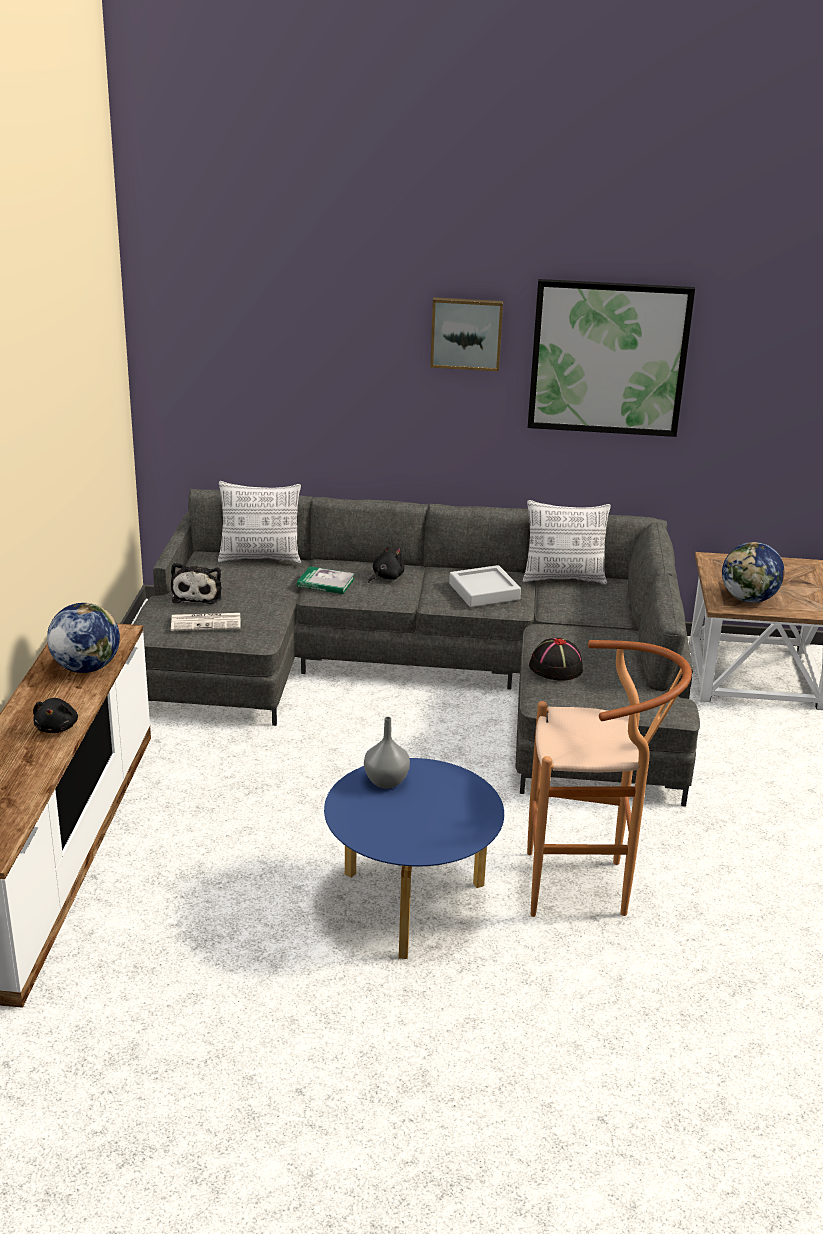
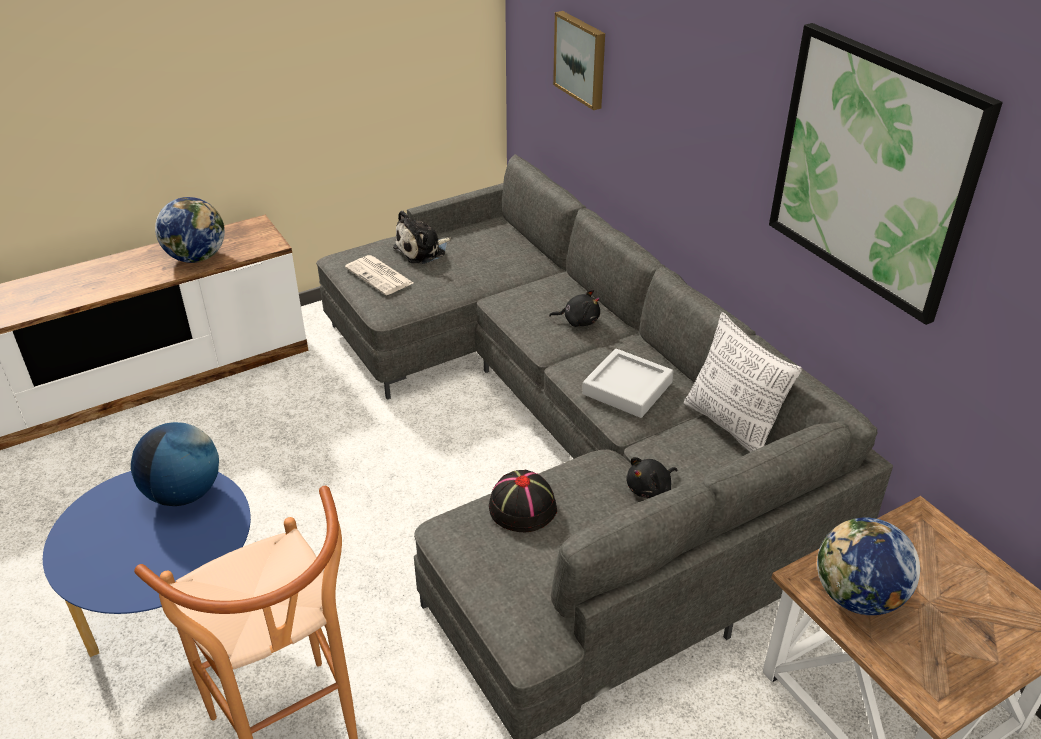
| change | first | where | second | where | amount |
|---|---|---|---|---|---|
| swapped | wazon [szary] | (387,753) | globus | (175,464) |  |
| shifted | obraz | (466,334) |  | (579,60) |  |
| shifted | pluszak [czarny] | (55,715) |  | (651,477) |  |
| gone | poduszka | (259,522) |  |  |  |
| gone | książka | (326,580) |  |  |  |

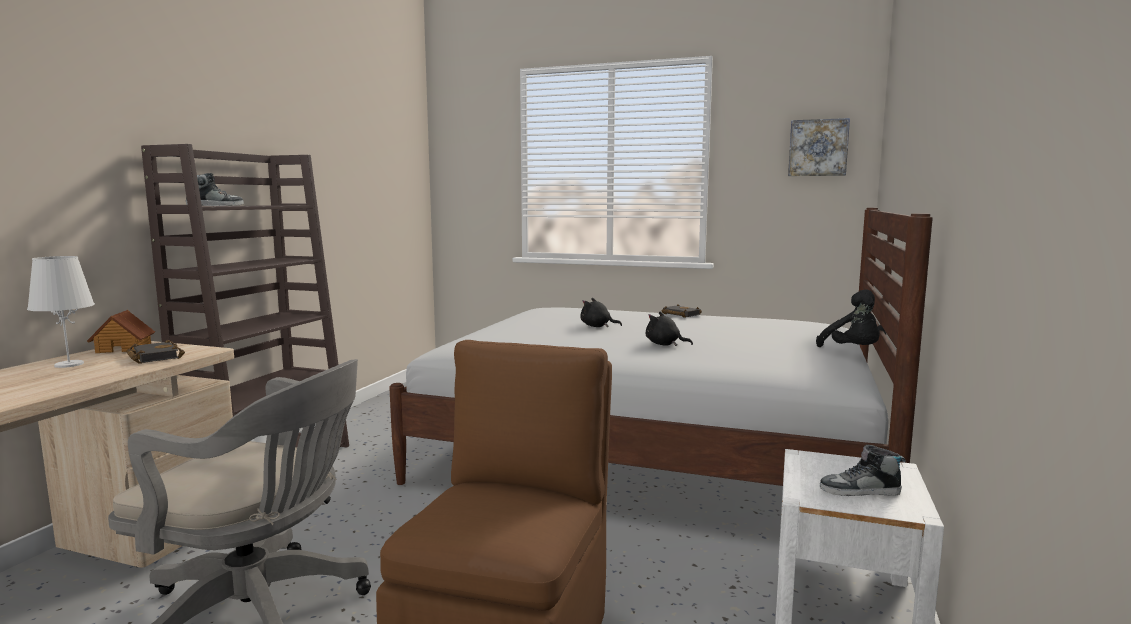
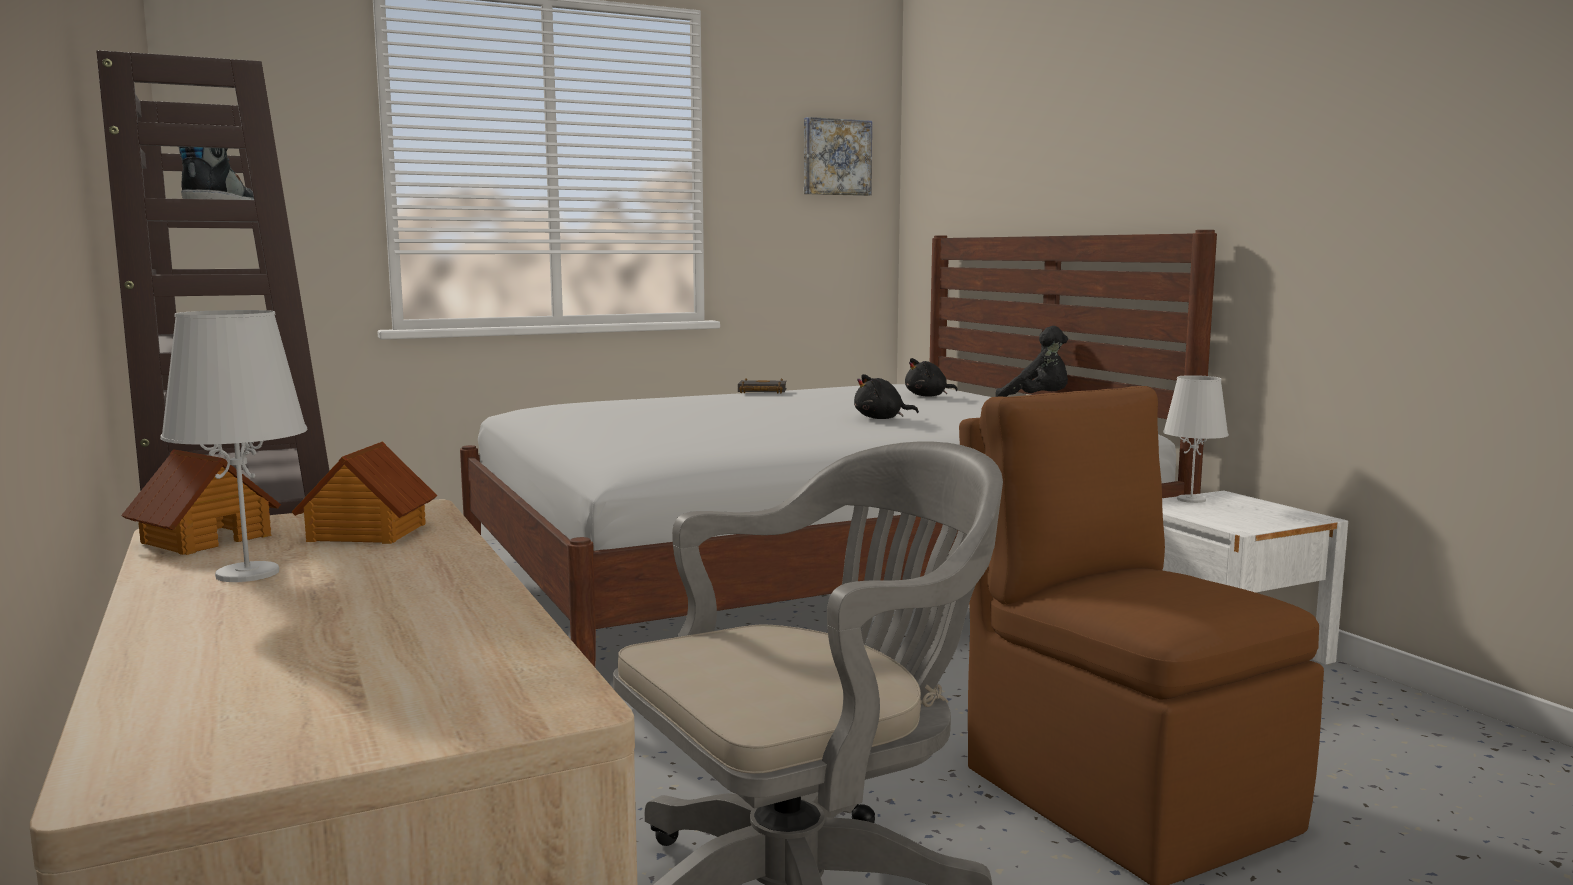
| change | first | where | second | where | amount |
|---|---|---|---|---|---|
| swapped | książka [czarny] | (156,352) | domek | (364,492) |  |
| shifted | pluszak [czarny] | (601,312) |  | (931,377) |  |
| new |  |  | lampa stołowa [biały] | (1196,439) |  |
| gone | but | (863,470) |  |  |  |

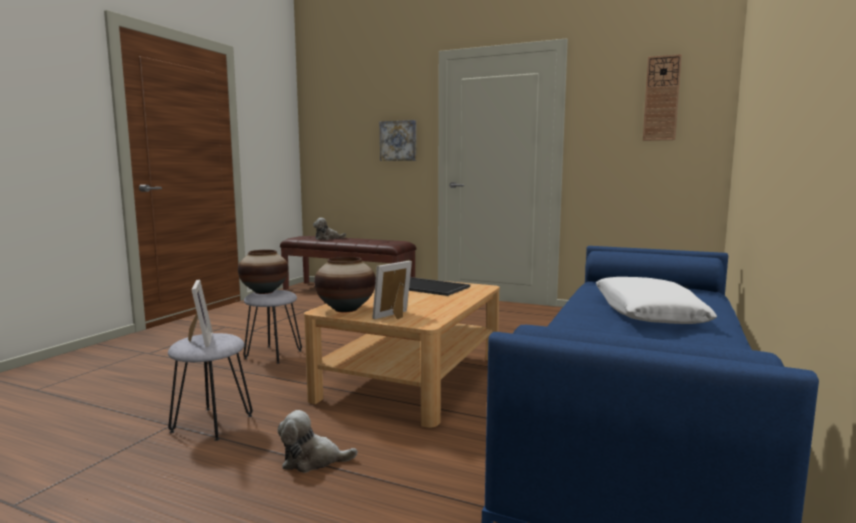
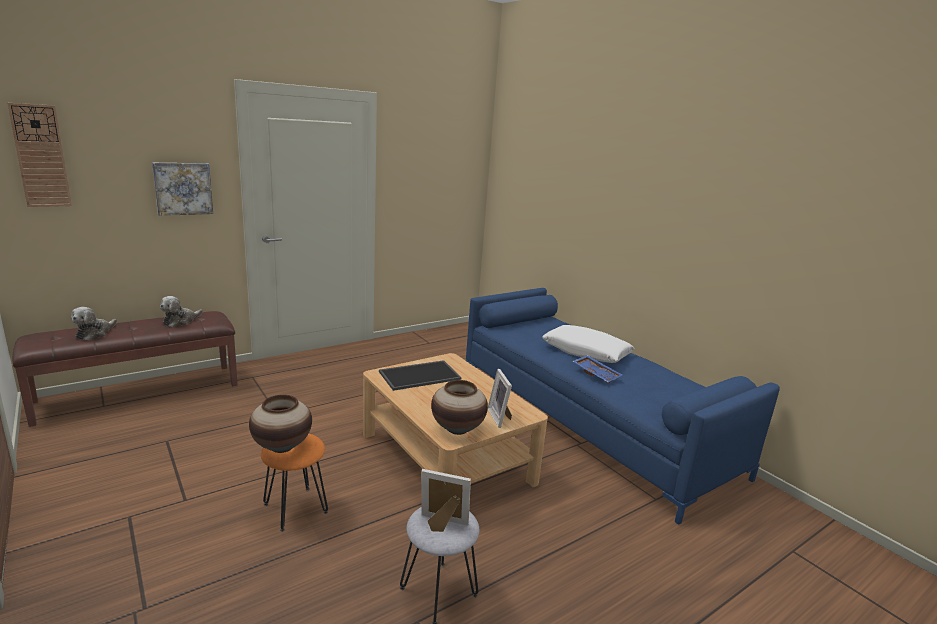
| change | first | where | second | where | amount |
|---|---|---|---|---|---|
| shifted | zegar ścienny | (662,97) |  | (39,155) |  |
| shifted | pluszak | (318,441) |  | (181,311) |  |
| repainted | stołek [szary] | (272,327) | stołek [pomarańczowy] | (294,482) |  |
| new |  |  | taca [niebieski] | (597,369) |  |

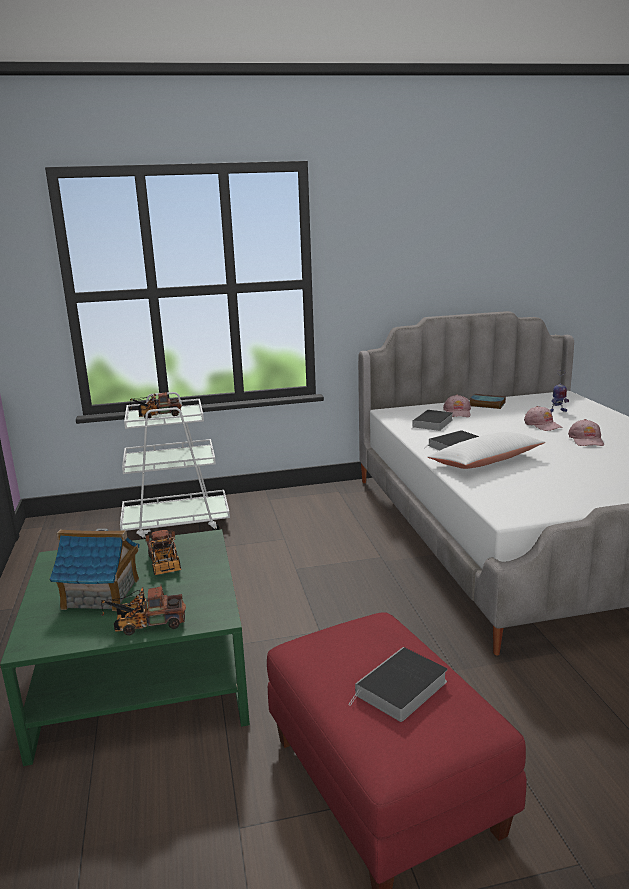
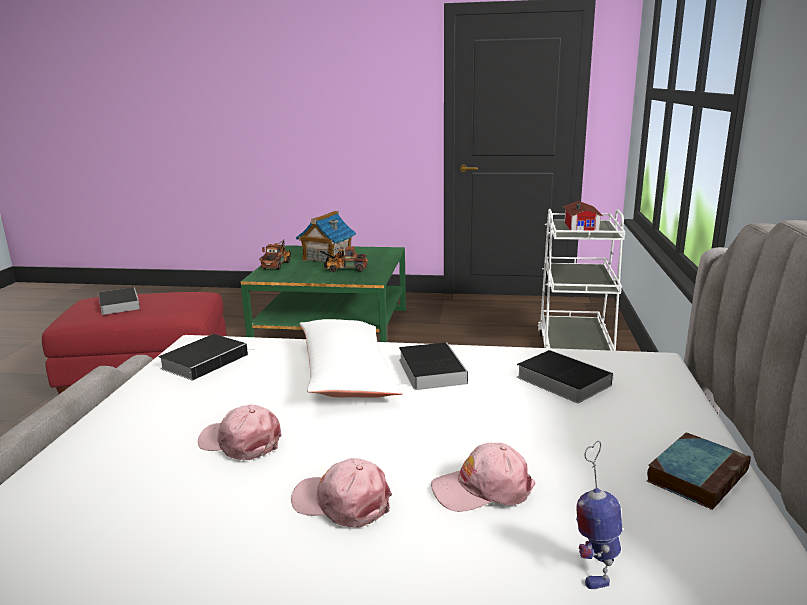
| change | first | where | second | where | amount |
|---|---|---|---|---|---|
| new |  |  | książka | (206,357) |  |
| shifted | czapka z daszkiem [różowy] | (457,406) |  | (239,432) |  |
| swapped | ciężarówka zabawkowa | (156,405) | domek | (583,216) |  |

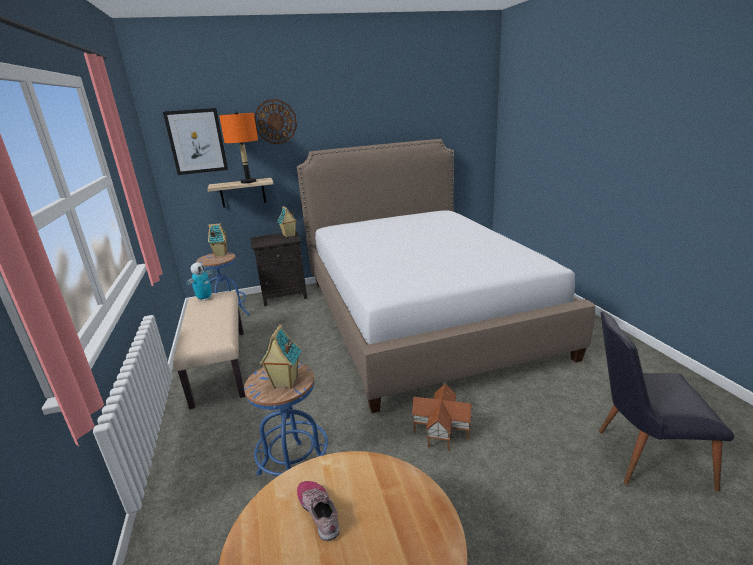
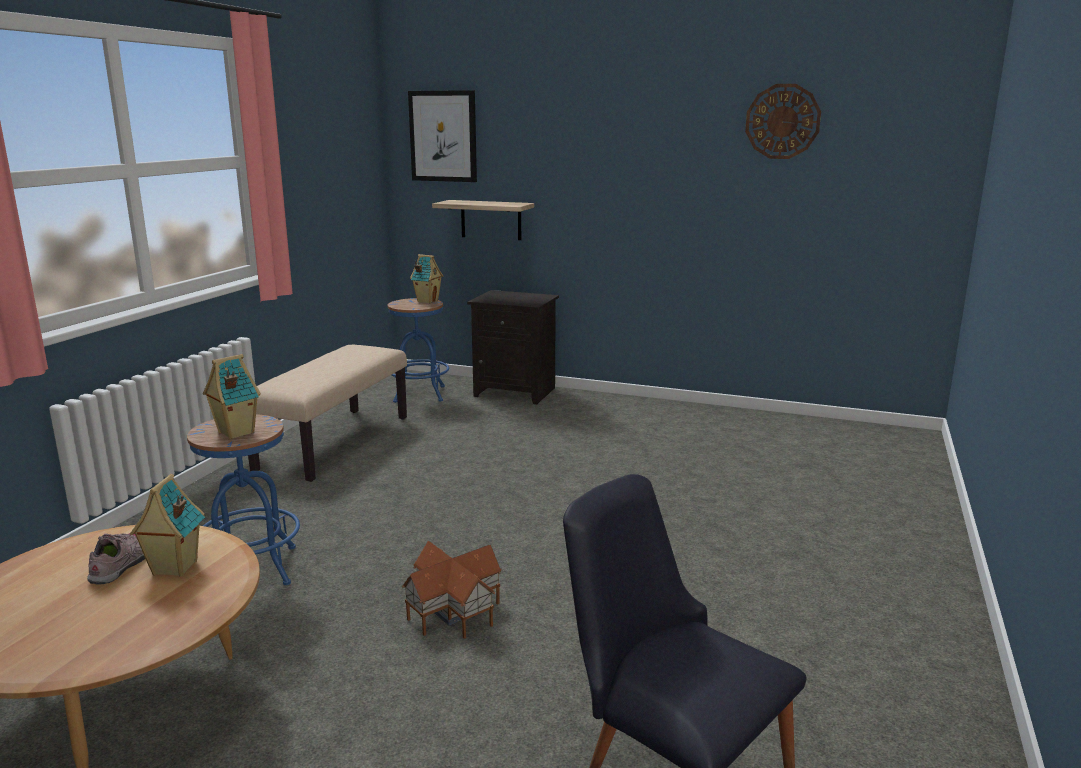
| change | first | where | second | where | amount |
|---|---|---|---|---|---|
| shifted | domek | (287,222) |  | (167,525) |  |
| shifted | zegar ścienny | (275,121) |  | (783,121) |  |
| gone | robot zabawkowy | (199,281) |  |  |  |
| gone | lampa stołowa [pomarańczowy] | (238,147) |  |  |  |
| gone | łóżko | (446,276) |  |  |  |

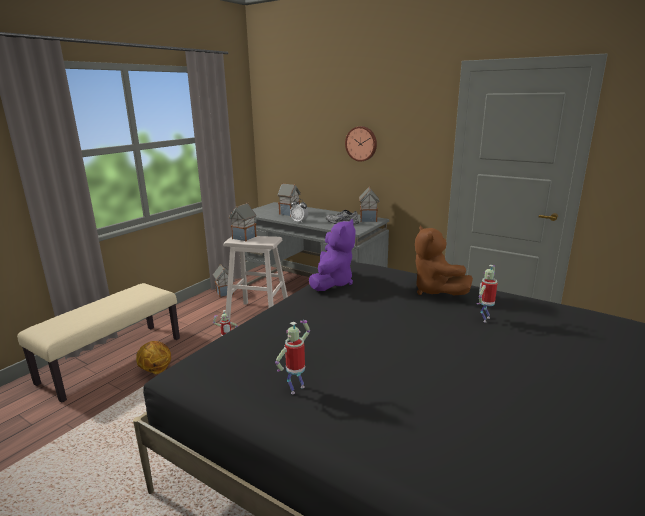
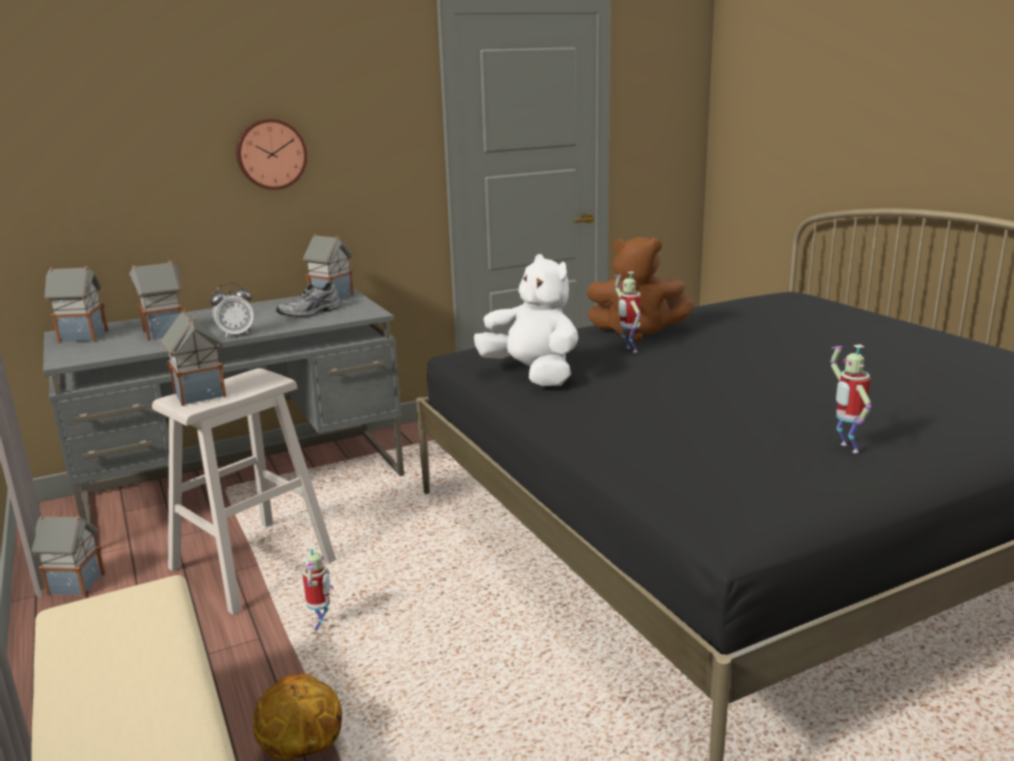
| change | first | where | second | where | amount |
|---|---|---|---|---|---|
| new |  |  | domek | (76,304) |  |
| repainted | pluszak [fioletowy] | (332,255) | pluszak [biały] | (526,320) |  |
| shifted | robot zabawkowy | (486,294) |  | (628,312) |  |

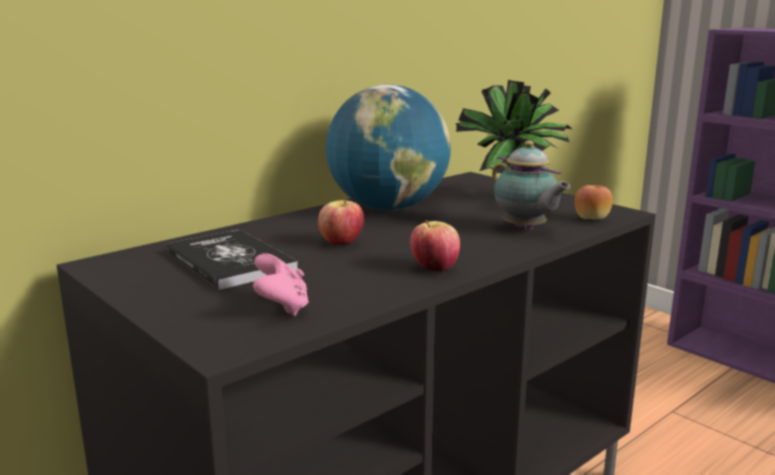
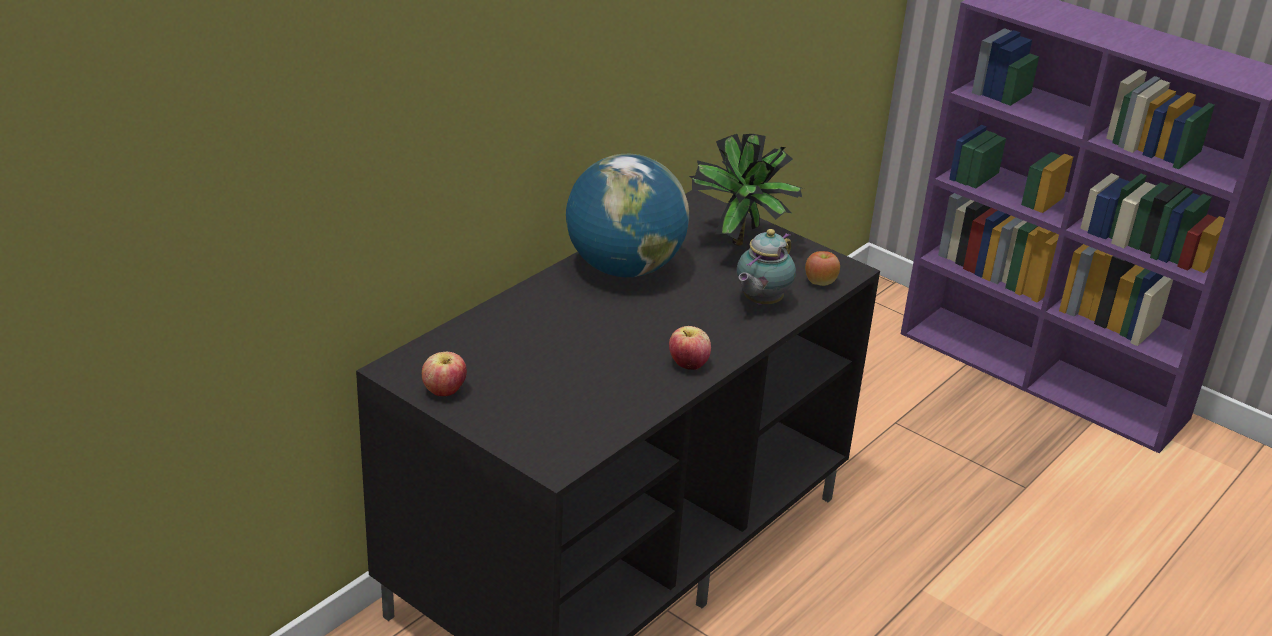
| change | first | where | second | where | amount |
|---|---|---|---|---|---|
| shifted | jabłko | (341,222) |  | (444,374) |  |
| rotated | imbryk | (531,185) |  | (766,267) | 75 degrees clockwise |
| gone | książka | (232,259) |  |  |  |
| gone | pad do gier [różowy] | (281,284) |  |  |  |

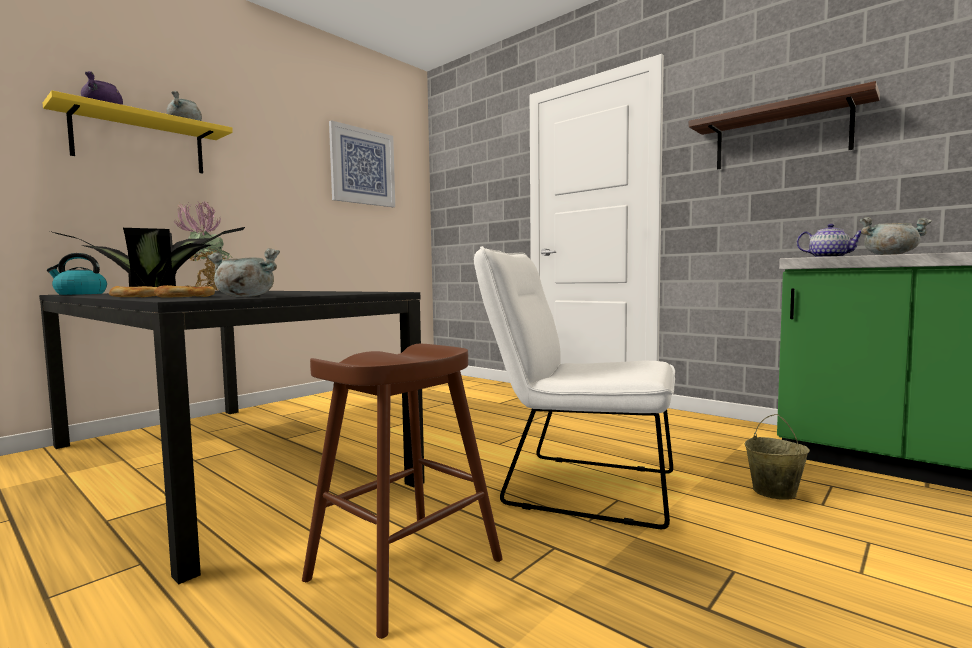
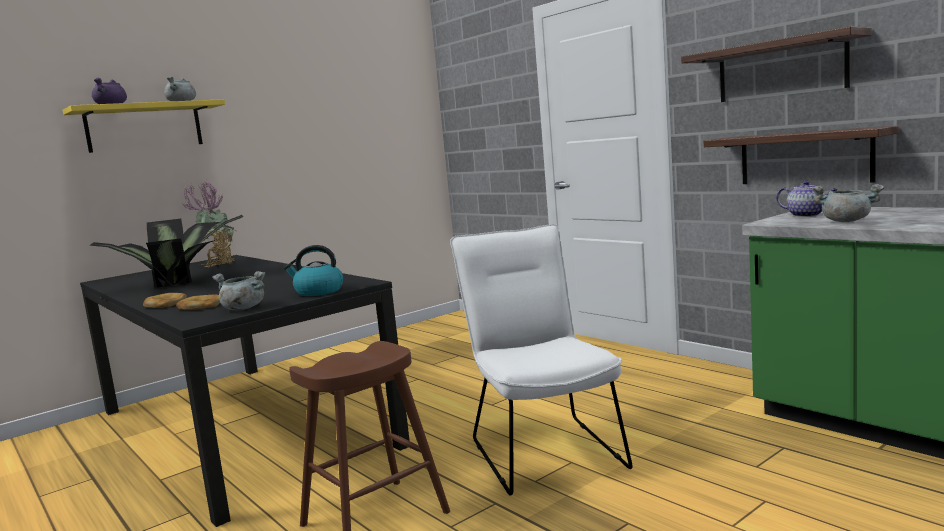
| change | first | where | second | where | amount |
|---|---|---|---|---|---|
| shifted | czajnik | (77,274) |  | (313,270) |  |
| rotated | krzesło [biały] | (574,387) |  | (541,360) | 45 degrees clockwise |
| new |  |  | półka | (801,155) |  |
| gone | obraz | (362,163) |  |  |  |
| gone | wiadro [beżowy] | (777,457) |  |  |  |

